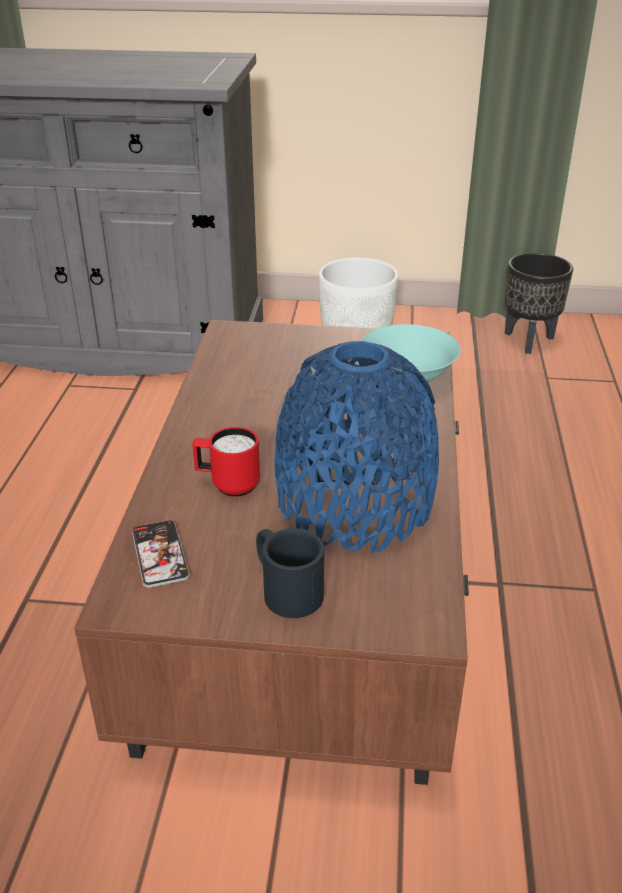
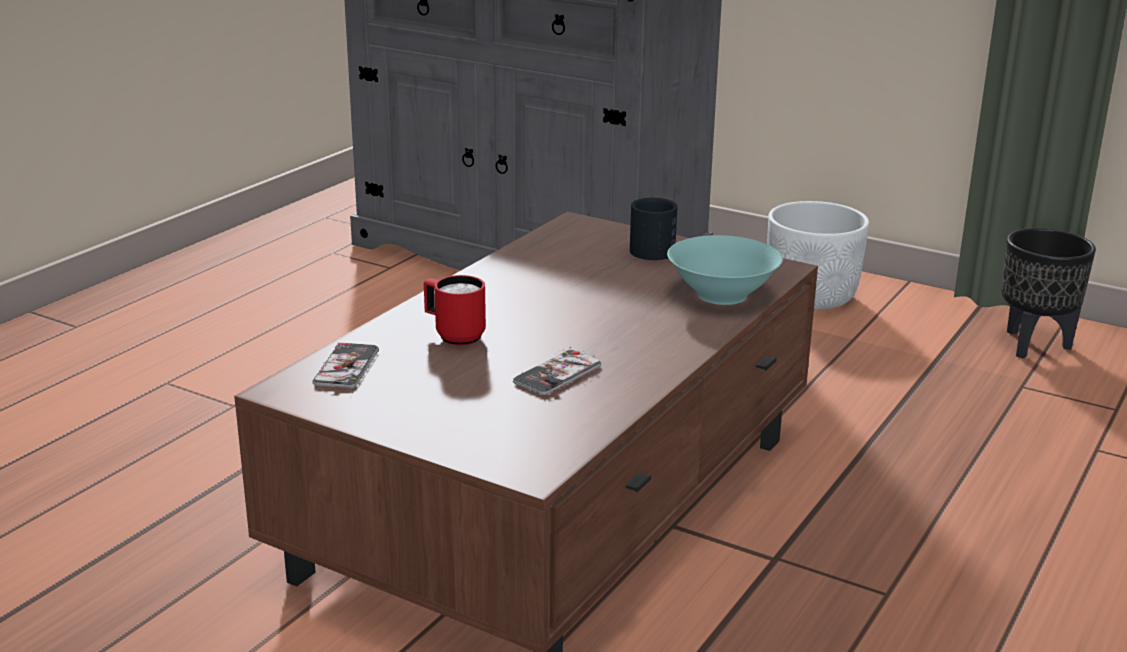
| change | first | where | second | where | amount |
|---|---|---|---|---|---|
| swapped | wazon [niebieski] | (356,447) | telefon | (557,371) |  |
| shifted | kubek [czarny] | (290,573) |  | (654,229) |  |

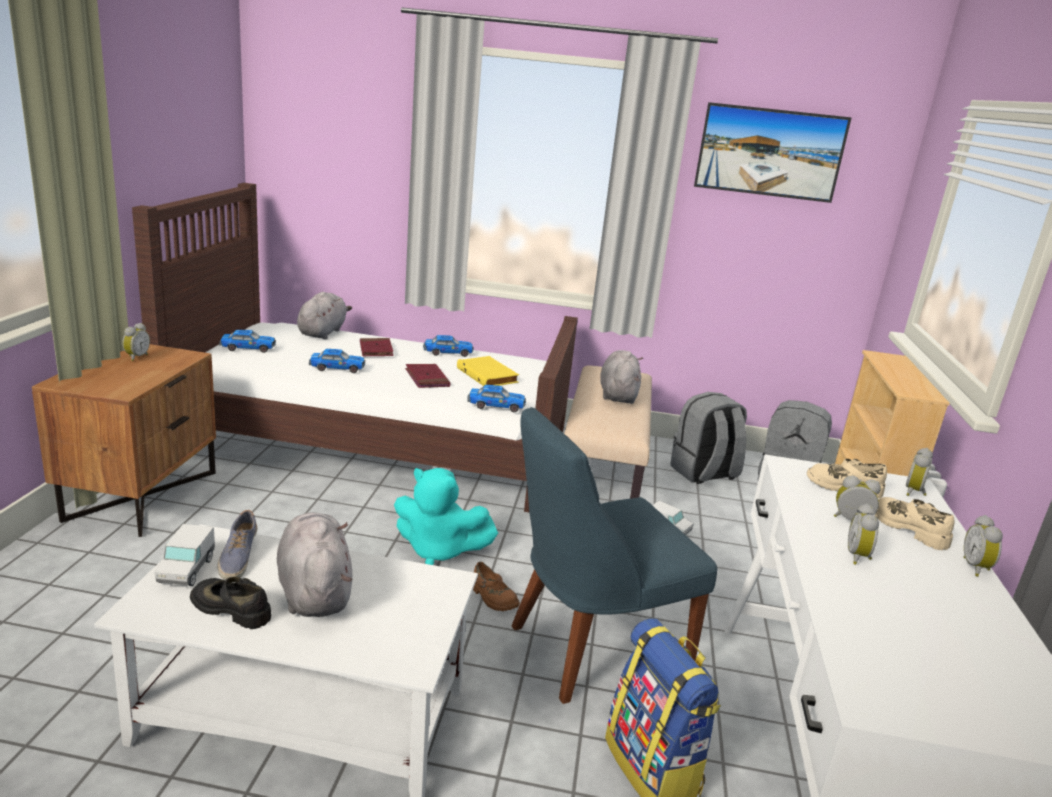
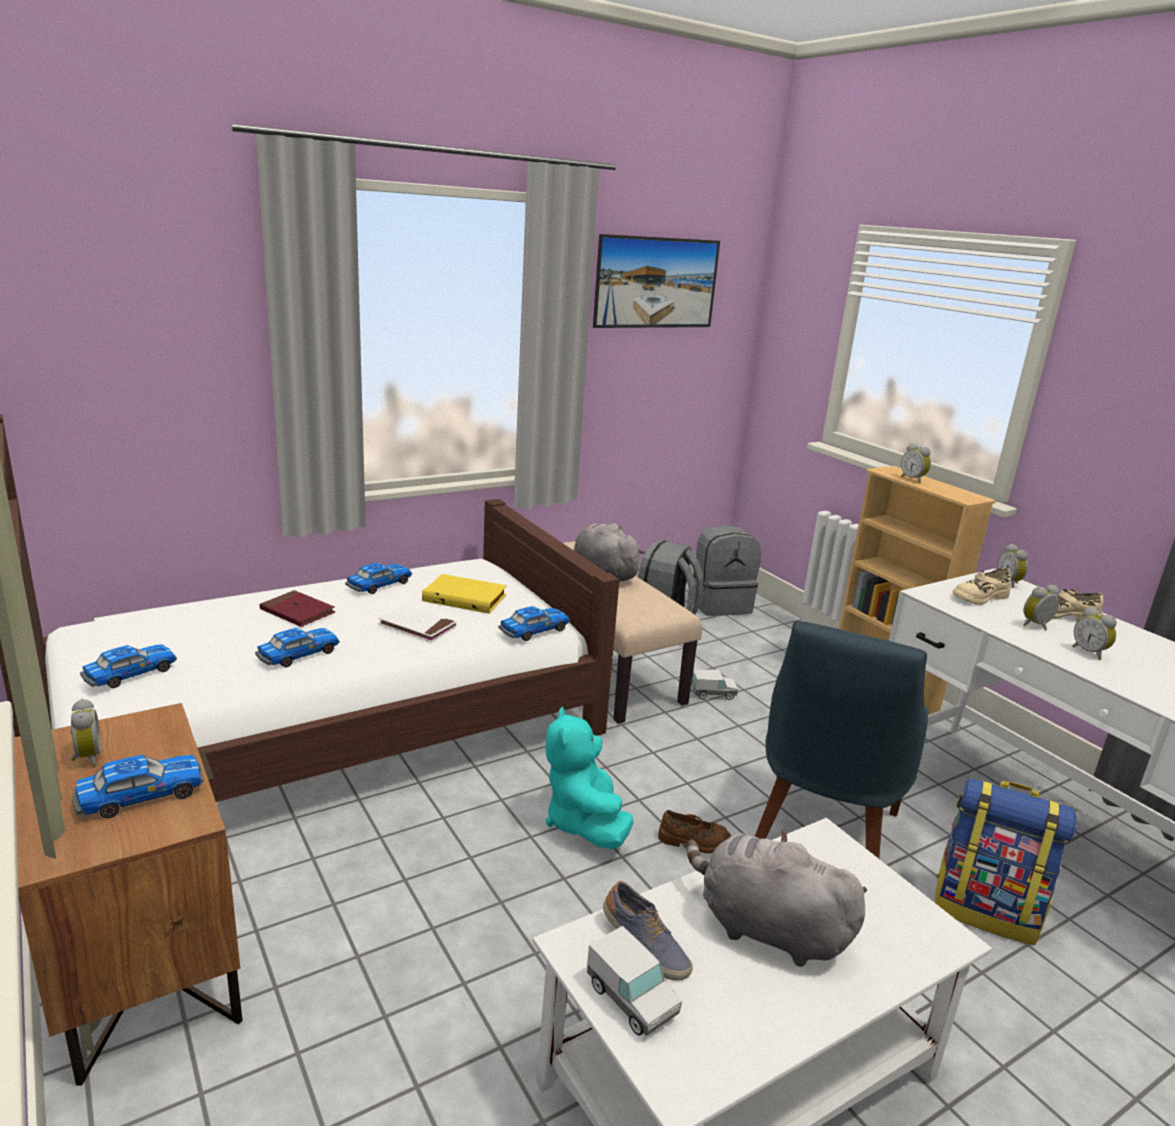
| change | first | where | second | where | amount |
|---|---|---|---|---|---|
| new |  |  | samochodzik | (137,786) |  |
| repainted | książka [czerwony] | (428,376) | książka [biały] | (417,623) |  |
| rotated | pluszak [turkusowy] | (446,516) |  | (589,778) | 105 degrees clockwise |
| shifted | budzik | (983,546) |  | (916,463) |  |
| gone | but [czarny] | (230,603) |  |  |  |
| gone | pluszak [szary] | (324,315) |  |  |  |

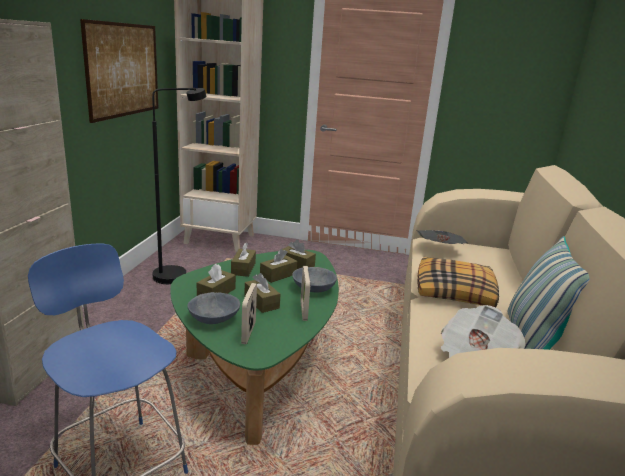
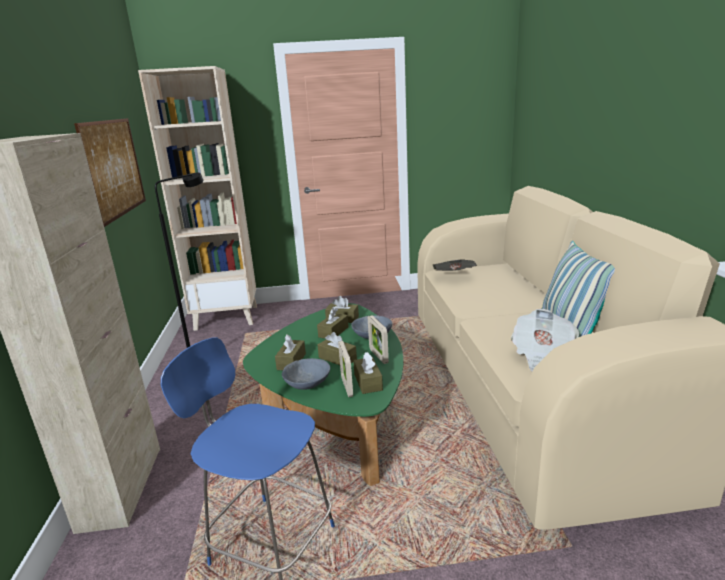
| change | first | where | second | where | amount |
|---|---|---|---|---|---|
| shifted | pudełko chusteczek [brązowy] | (243,260) |  | (368,373) |  |
| gone | poduszka | (458,282) |  |  |  |

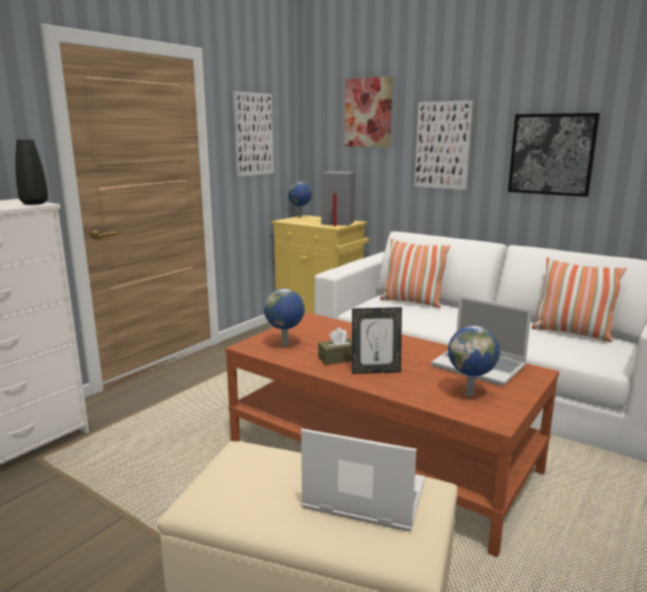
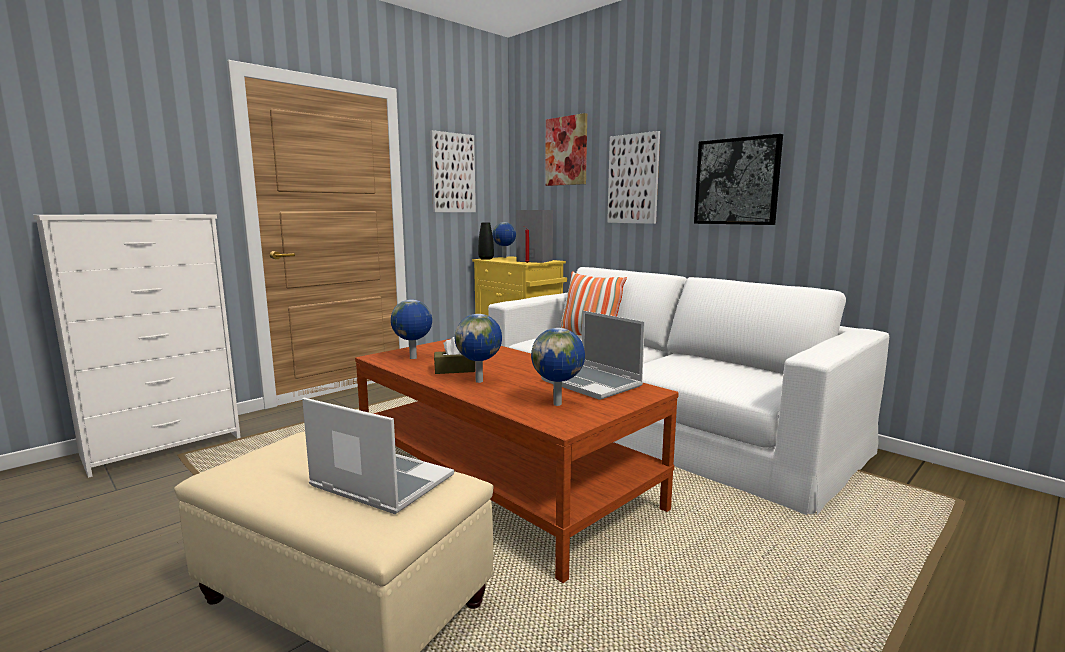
| change | first | where | second | where | amount |
|---|---|---|---|---|---|
| swapped | ramka na zdjęcie | (377,340) | globus | (478,348) |  |
| shifted | wazon [czarny] | (31,172) |  | (486,241) |  |
| gone | poduszka | (579,299) |  |  |  |

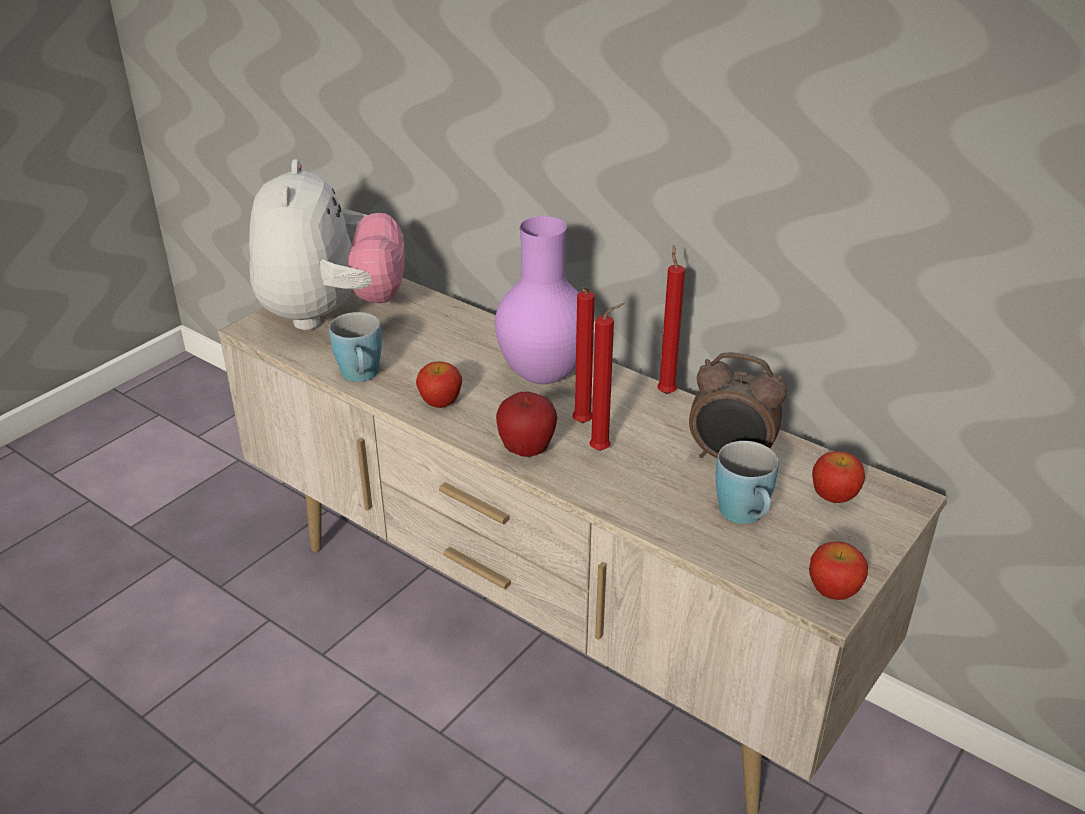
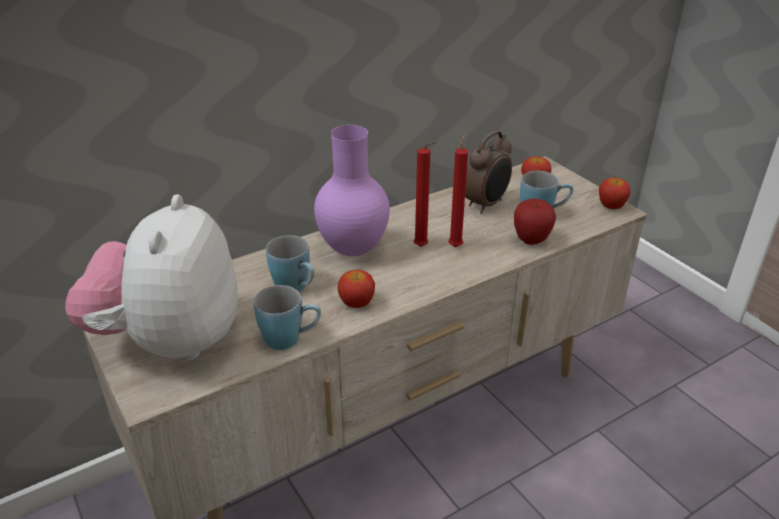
| change | first | where | second | where | amount |
|---|---|---|---|---|---|
| rotated | pluszak | (327,244) |  | (151,278) | 105 degrees counterclockwise |
| new |  |  | kubek [niebieski] | (290,263) |  |
| shifted | jabłko | (527,424) |  | (535,221) |  |
| gone | świeca [czerwony] | (671,319) |  |  |  |

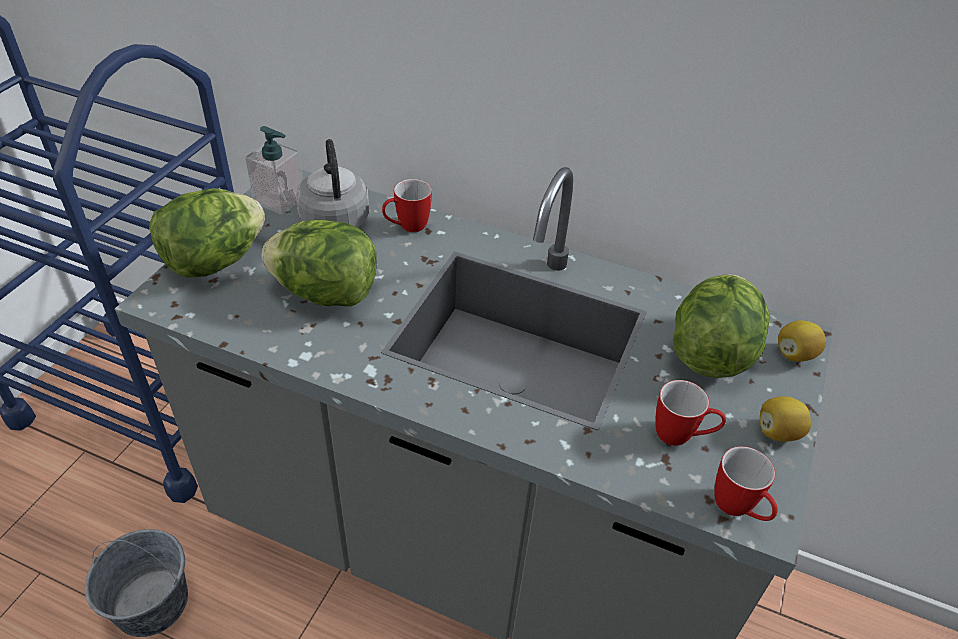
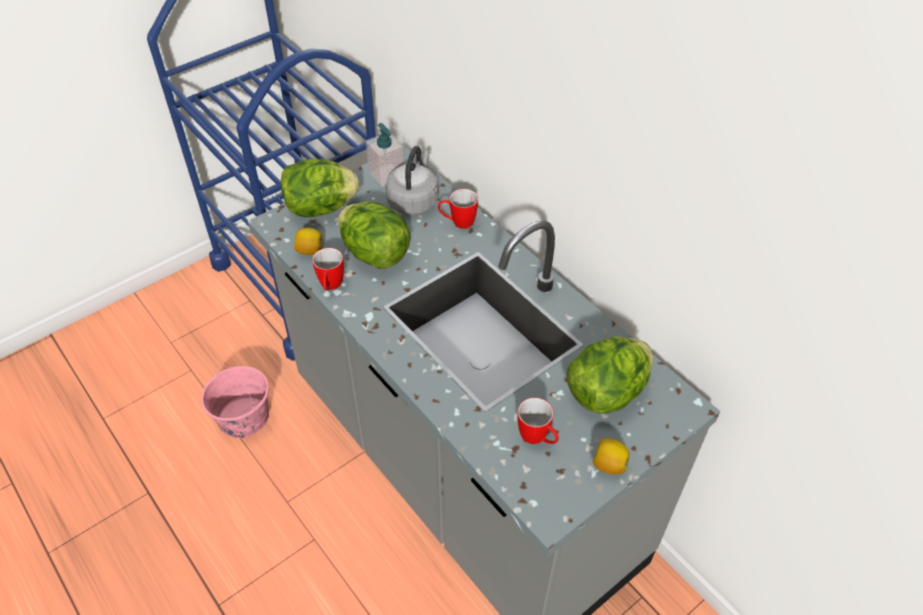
| change | first | where | second | where | amount |
|---|---|---|---|---|---|
| repainted | wiadro [szary] | (136,583) | wiadro [różowy] | (235,401) |  |
| shifted | cytryna | (802,341) |  | (309,241) |  |
| shifted | kubek | (746,483) |  | (328,269) |  |

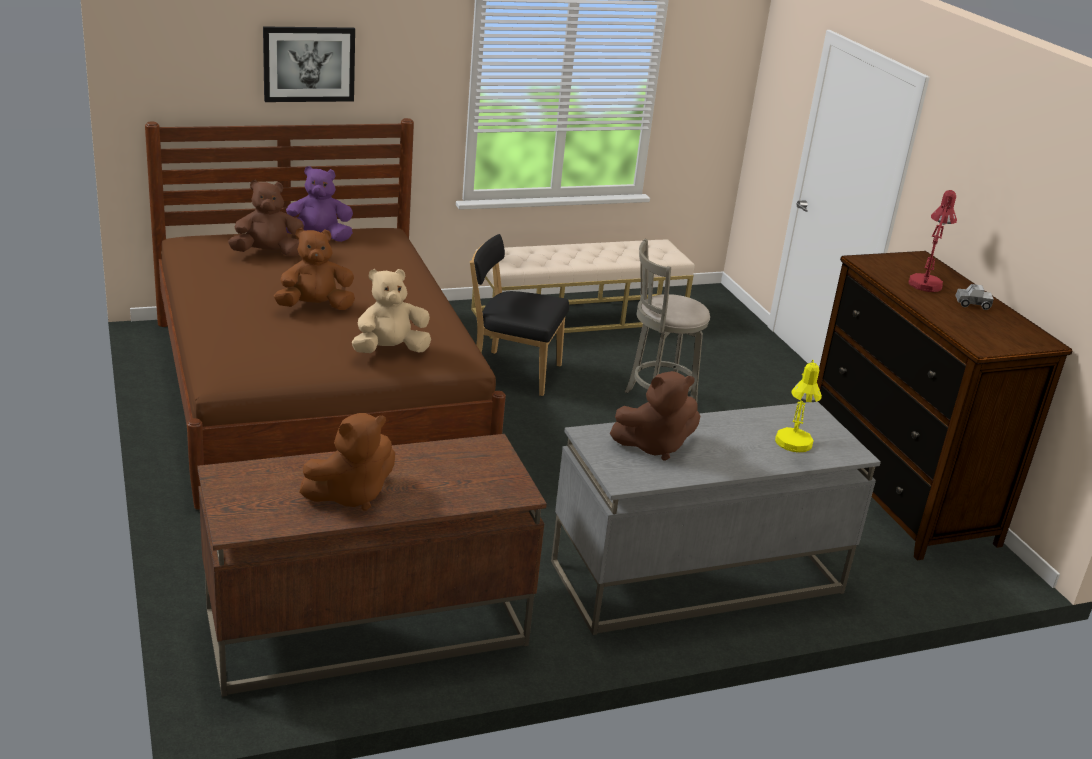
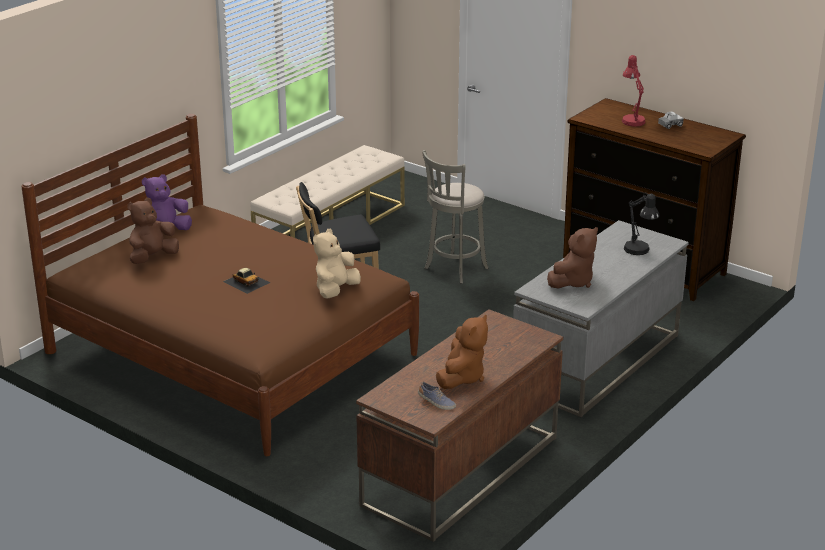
| change | first | where | second | where | amount |
|---|---|---|---|---|---|
| swapped | pluszak [brązowy] | (314,269) | samochodzik | (246,281) |  |
| new |  |  | but | (437,396) |  |
| repainted | lampa stołowa [żółty] | (798,406) | lampa stołowa [czarny] | (641,223) |  |
| gone | obraz | (309,64) |  |  |  |

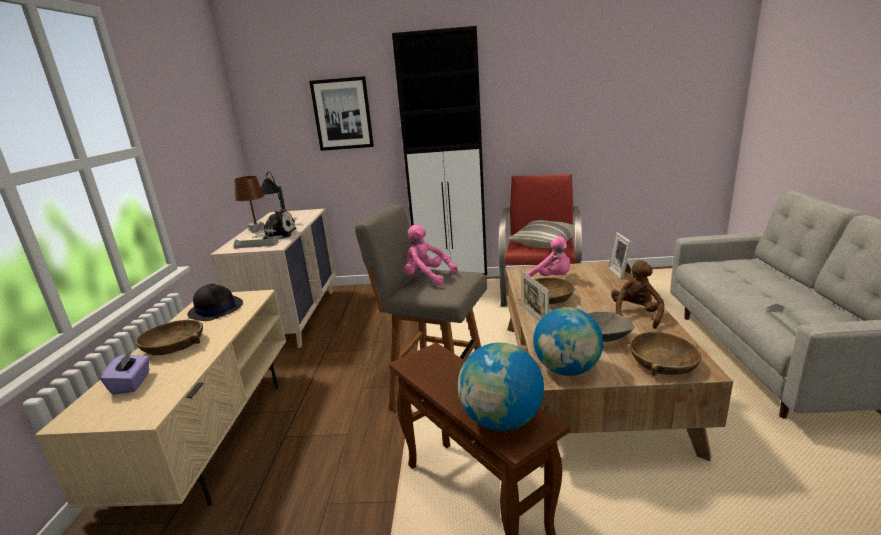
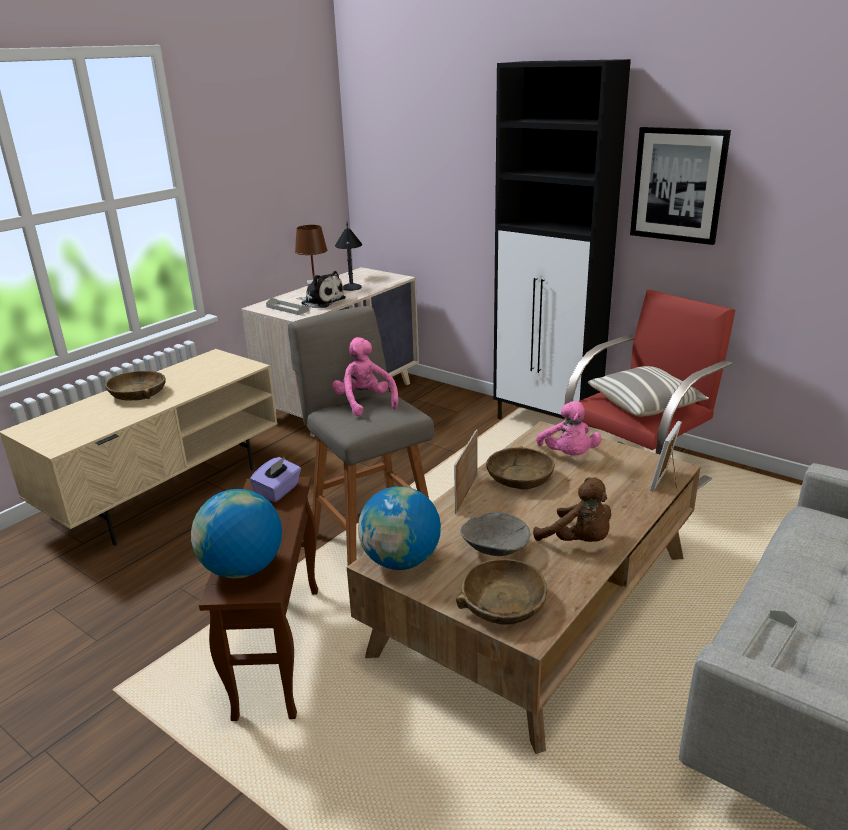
| change | first | where | second | where | amount |
|---|---|---|---|---|---|
| shifted | pudełko chusteczek [fioletowy] | (125,372) |  | (275,479) |  |
| rotated | pluszak [brązowy] | (637,294) |  | (572,509) | 75 degrees clockwise |
| shifted | obraz | (341,113) |  | (680,186) |  |
| gone | kapelusz [czarny] | (215,302) |  |  |  |

